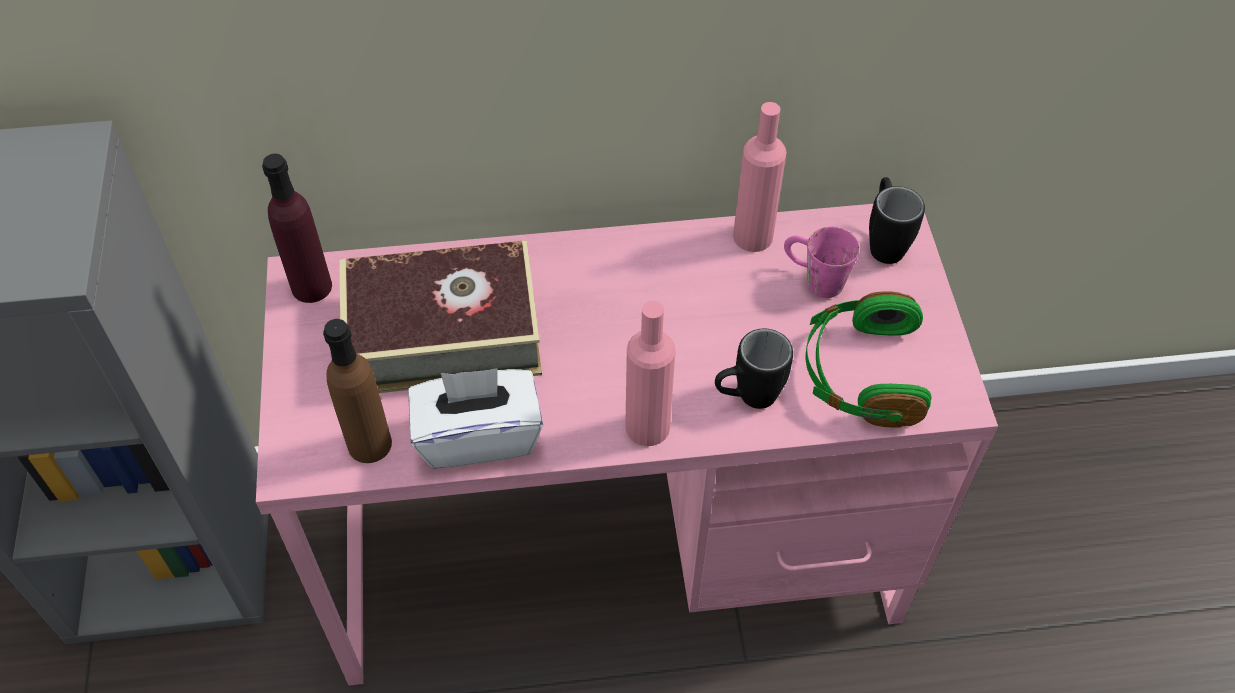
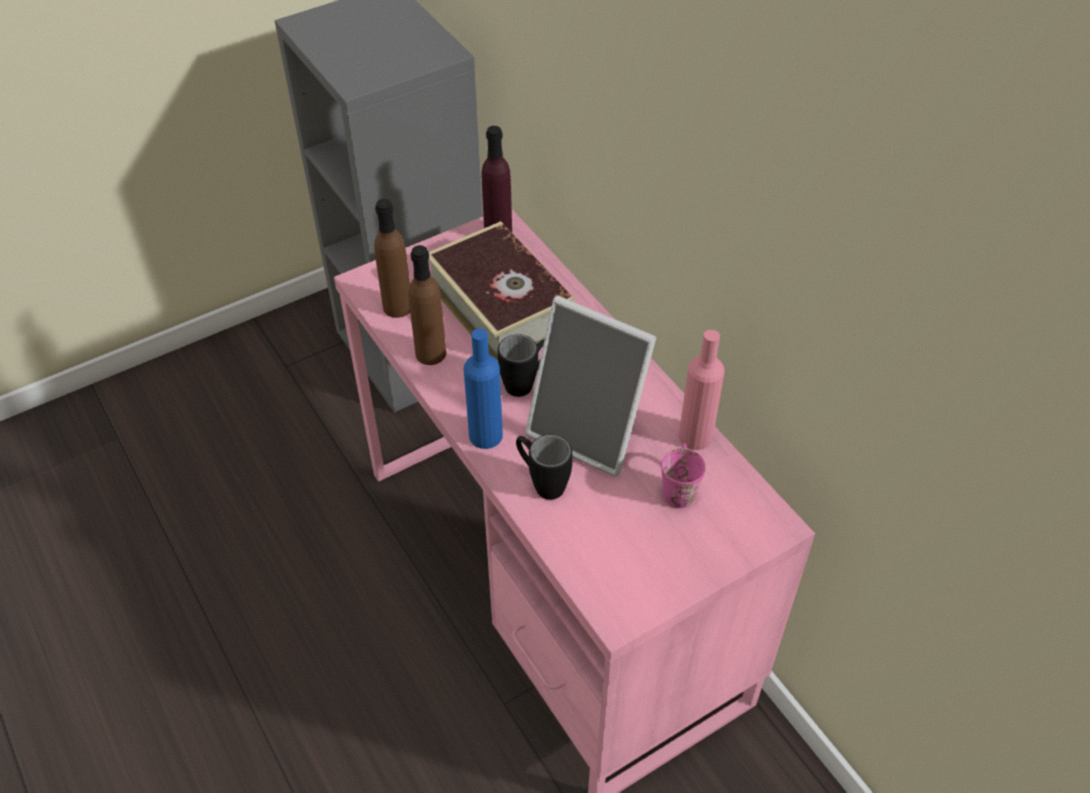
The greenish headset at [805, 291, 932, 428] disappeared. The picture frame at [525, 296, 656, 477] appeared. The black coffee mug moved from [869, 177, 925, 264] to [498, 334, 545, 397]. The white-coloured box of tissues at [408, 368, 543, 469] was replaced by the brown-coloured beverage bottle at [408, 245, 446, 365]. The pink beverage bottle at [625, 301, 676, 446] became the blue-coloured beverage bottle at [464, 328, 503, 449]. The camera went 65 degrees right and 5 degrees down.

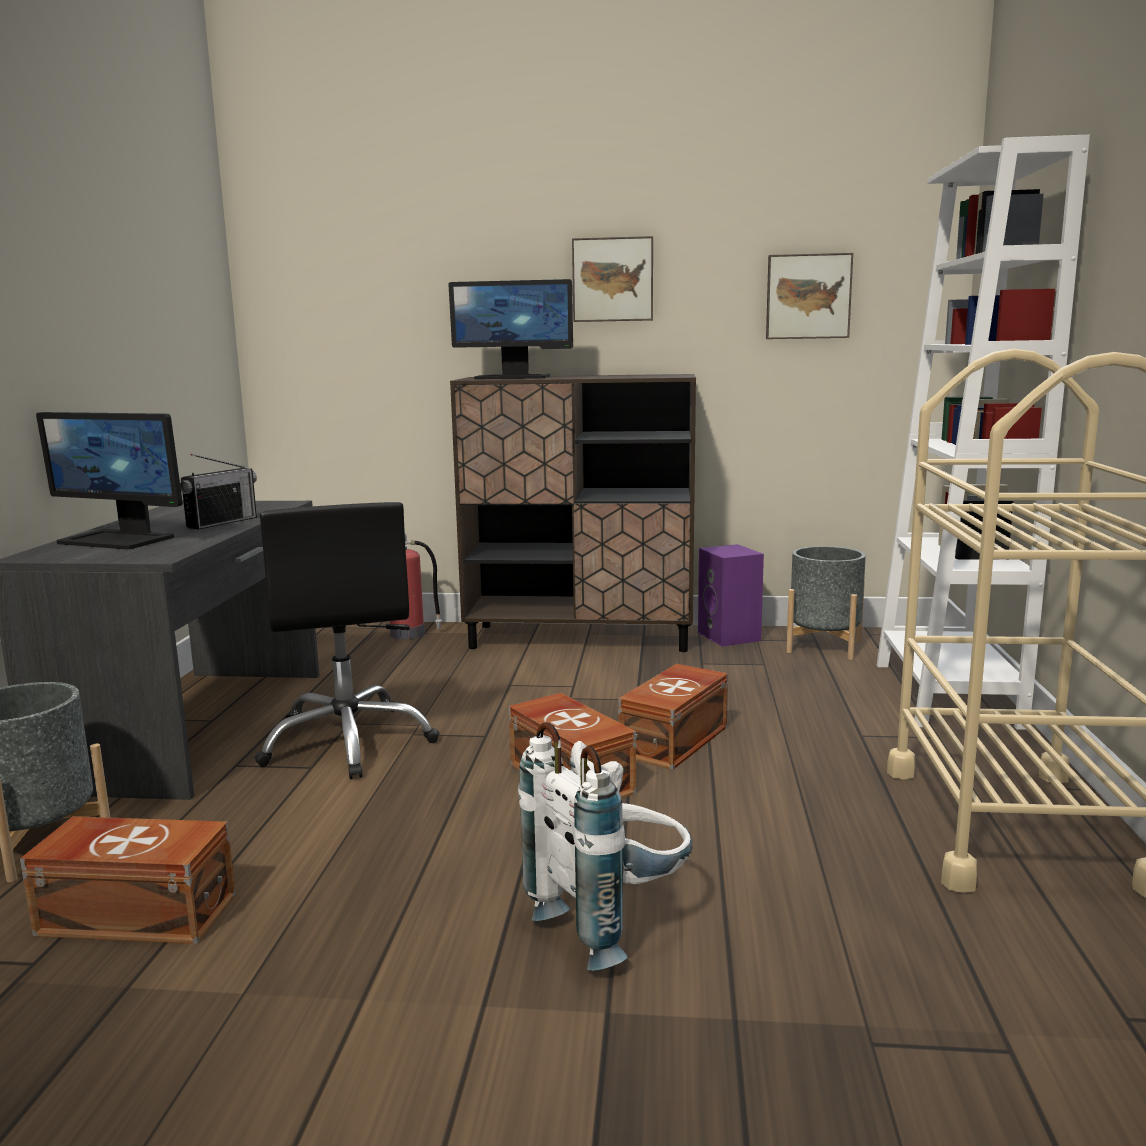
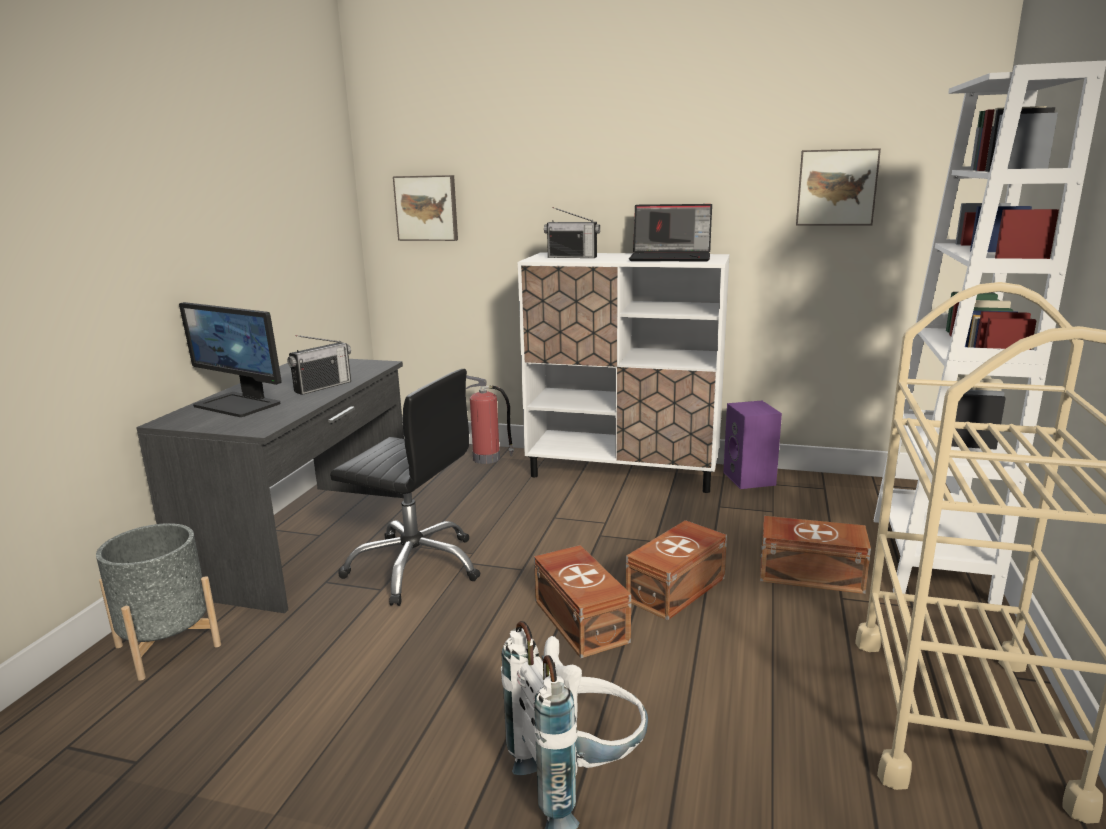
The greyish flower pot at [786, 546, 866, 660] disappeared. The laptop at [629, 204, 712, 261] appeared. The brown-coloured storage container moved from [20, 816, 236, 944] to [760, 516, 871, 594]. The wall art moved from [572, 236, 653, 322] to [393, 175, 458, 241]. The monitor at [448, 279, 573, 379] was replaced by the radio set at [544, 207, 600, 258]. The brown-coloured cupboard at [450, 374, 696, 652] became the white-coloured cupboard at [518, 253, 730, 493]. The black computer chair at [254, 502, 440, 779] turned 60 degrees counterclockwise. The camera went 10 degrees right and 5 degrees up.

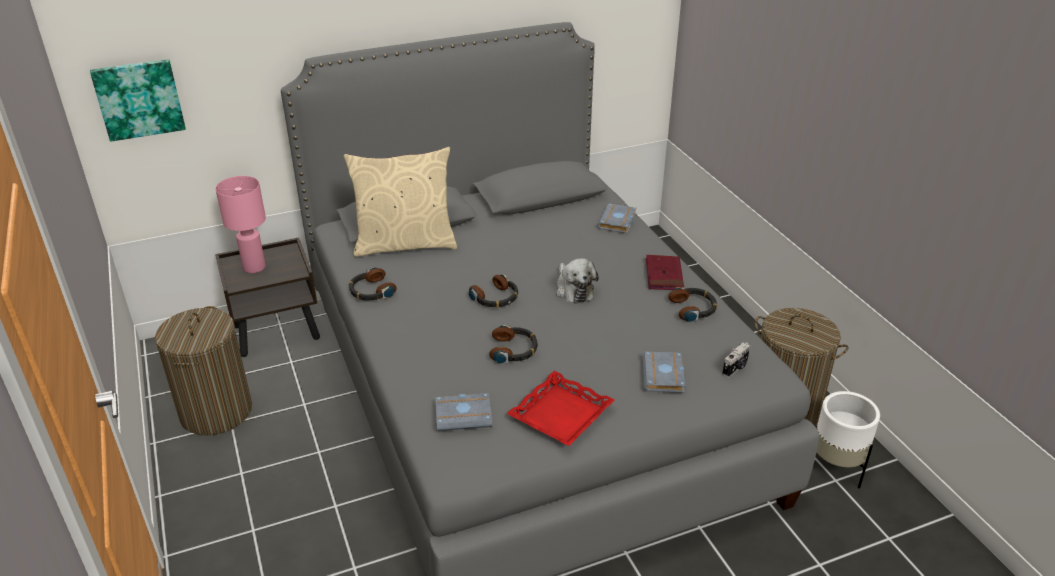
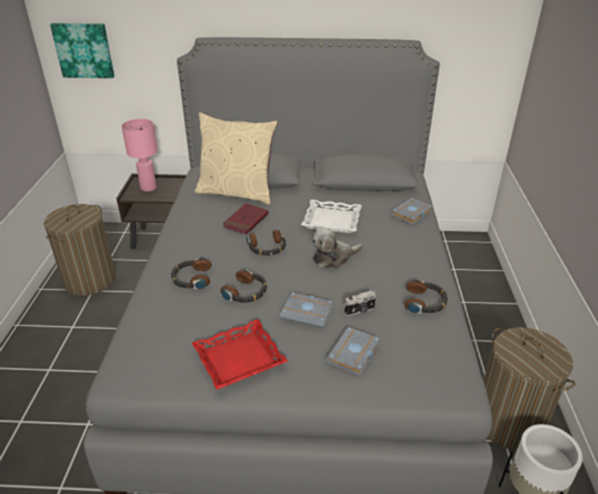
The white-coloured serving tray at [301, 199, 362, 233] appeared. The headset moved from [349, 267, 396, 301] to [171, 258, 212, 289]. The greyish book moved from [436, 393, 492, 431] to [280, 293, 333, 328]. The red book moved from [646, 255, 684, 290] to [223, 203, 269, 235]. The still camera moved from [722, 342, 750, 378] to [345, 291, 376, 316]. The cuddly toy at [556, 258, 599, 304] turned 60 degrees clockwise. The camera went 25 degrees right and 0 degrees up.

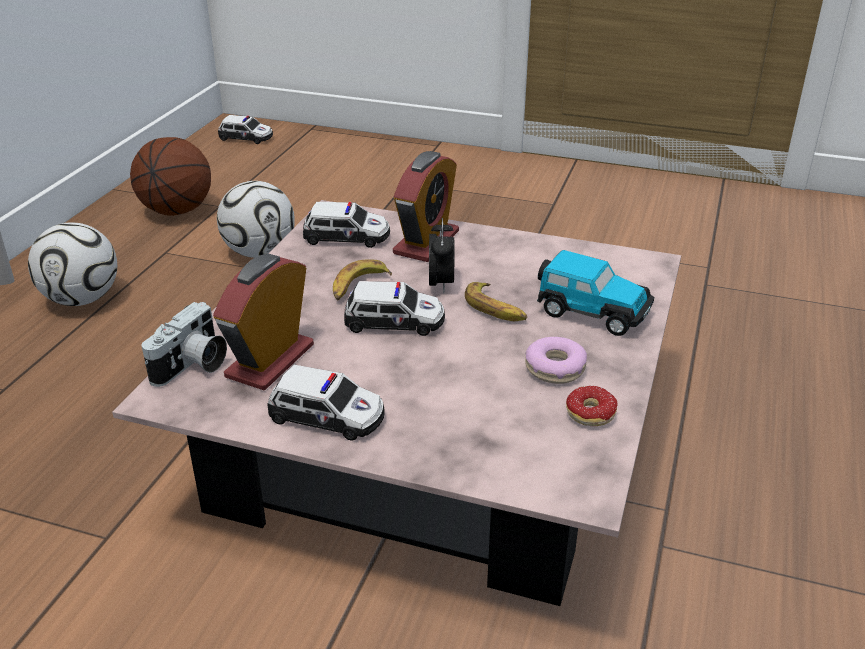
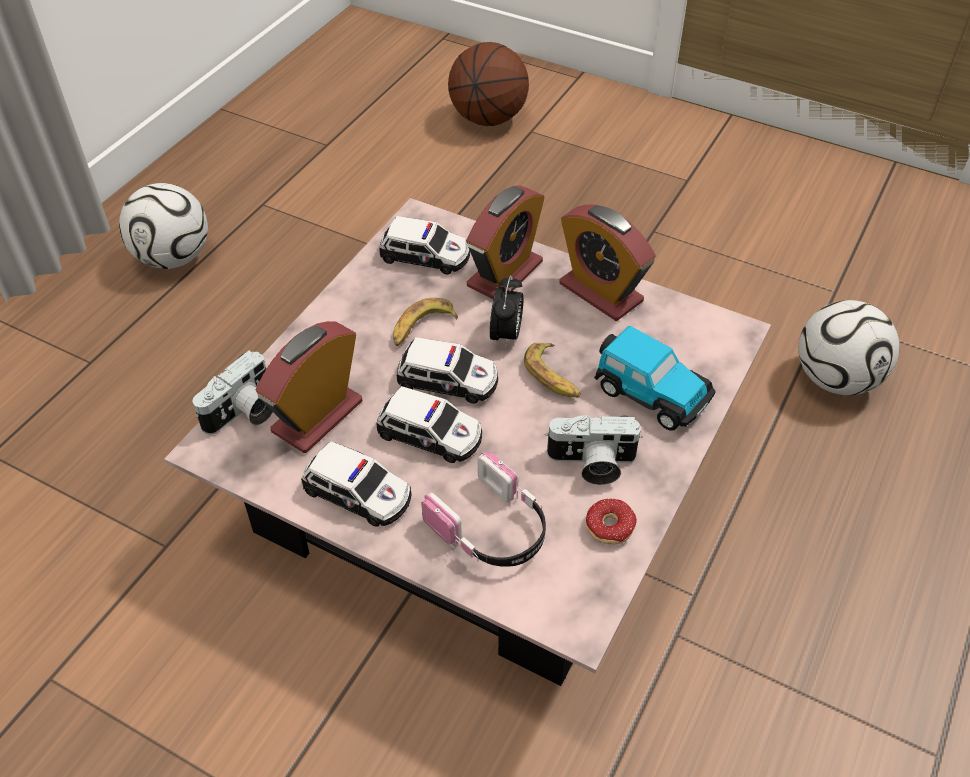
The headset at [421, 452, 546, 567] appeared. The bedside clock at [559, 204, 656, 321] appeared. The basketball ball moved from [130, 137, 211, 216] to [448, 42, 529, 126]. The football ball moved from [217, 181, 295, 258] to [798, 300, 900, 395]. The toy car moved from [218, 115, 273, 144] to [376, 386, 482, 463]. The ring doughnut at [525, 337, 587, 384] was replaced by the still camera at [545, 415, 643, 485]. The camera went 10 degrees right and 15 degrees up.

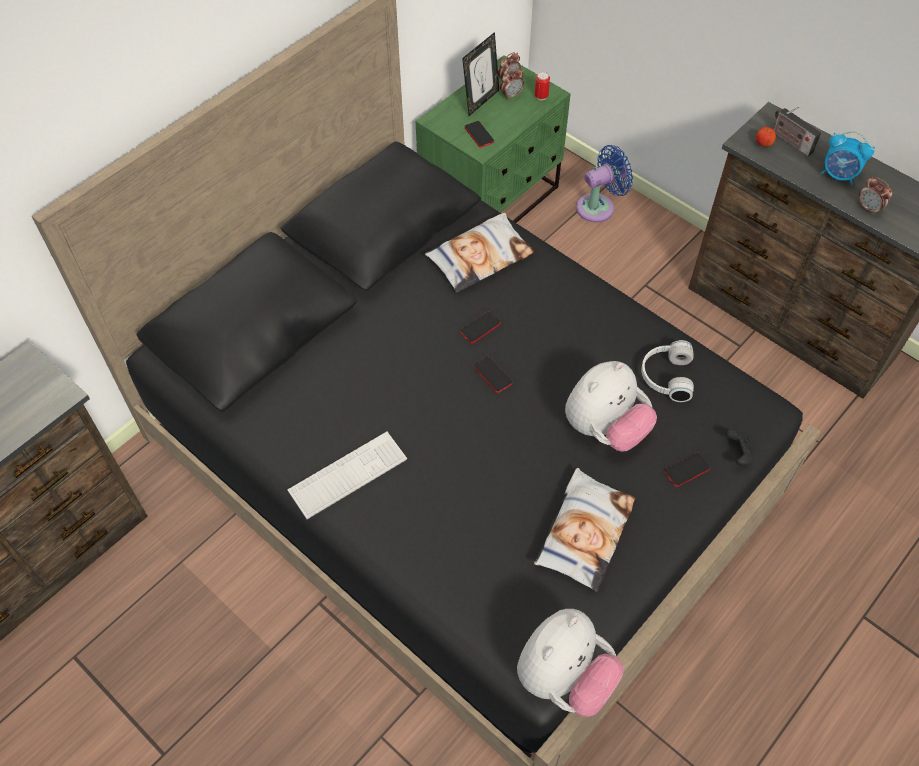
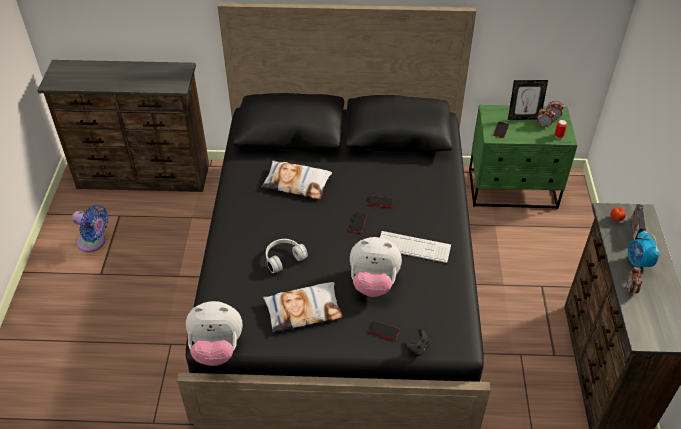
The PC keyboard moved from [287, 432, 407, 519] to [380, 231, 451, 263]. The pillow moved from [425, 213, 534, 292] to [262, 160, 332, 199]. The blue-coloured electric fan moved from [576, 145, 633, 223] to [72, 205, 108, 252]. The white-coloured headset moved from [641, 340, 694, 402] to [266, 239, 308, 273]. The camera went 50 degrees right and 10 degrees down.

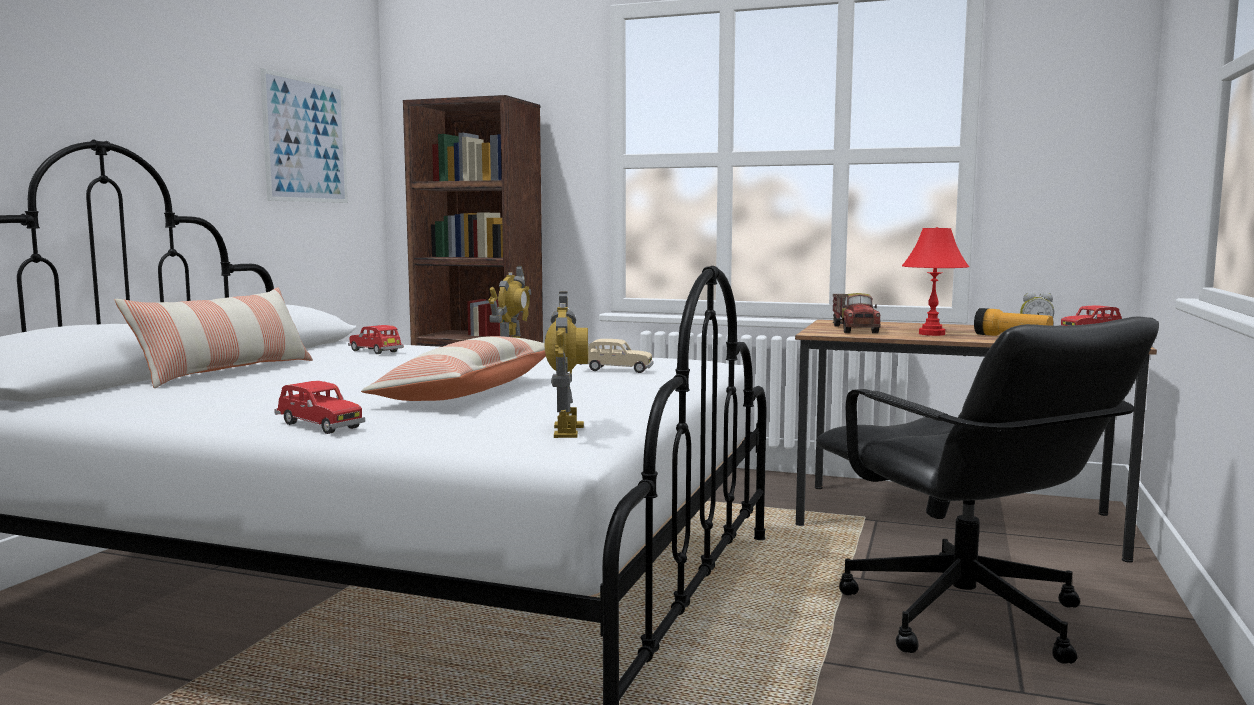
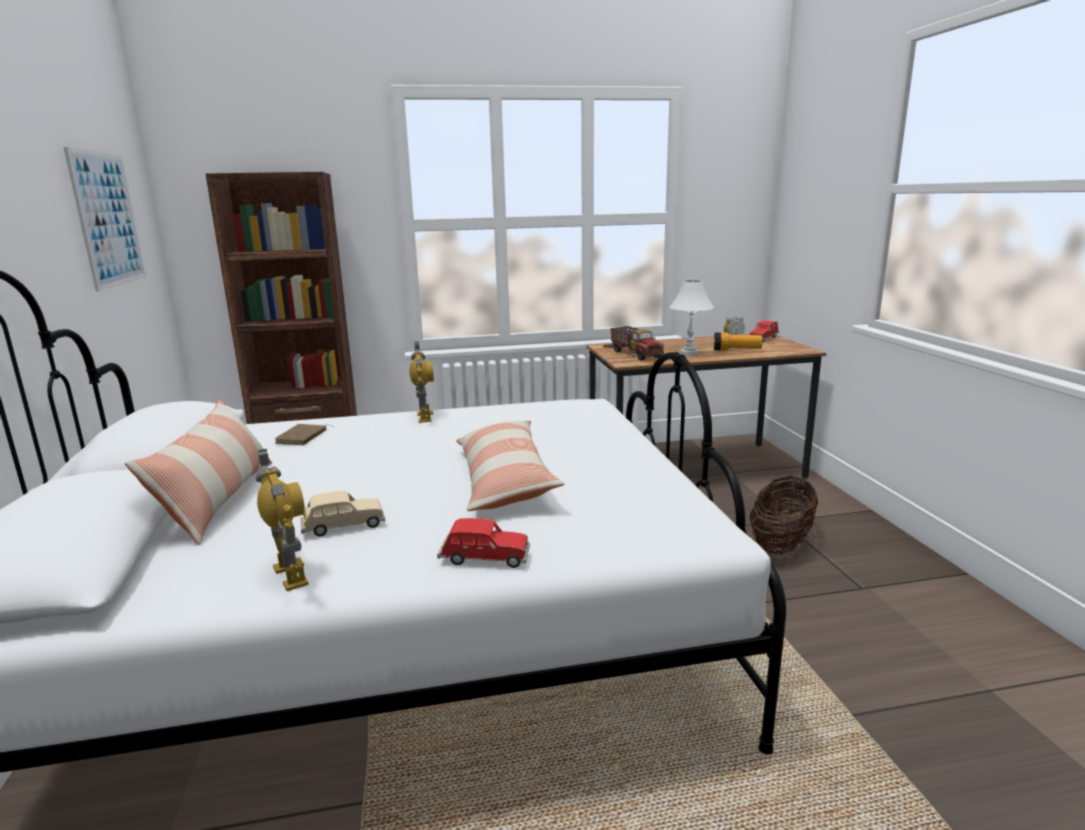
The robot figure moved from [545, 292, 588, 438] to [256, 449, 309, 591]. The beige toy car moved from [579, 339, 654, 373] to [300, 491, 385, 537]. The red toy car at [348, 325, 404, 354] was replaced by the brown-coloured book at [275, 424, 334, 445]. The black computer chair at [816, 317, 1159, 664] was replaced by the storage basket at [750, 476, 818, 555]. The red lamp for a table at [902, 227, 969, 336] became the white-coloured lamp for a table at [669, 280, 714, 356]. The camera went 30 degrees left and 10 degrees up.

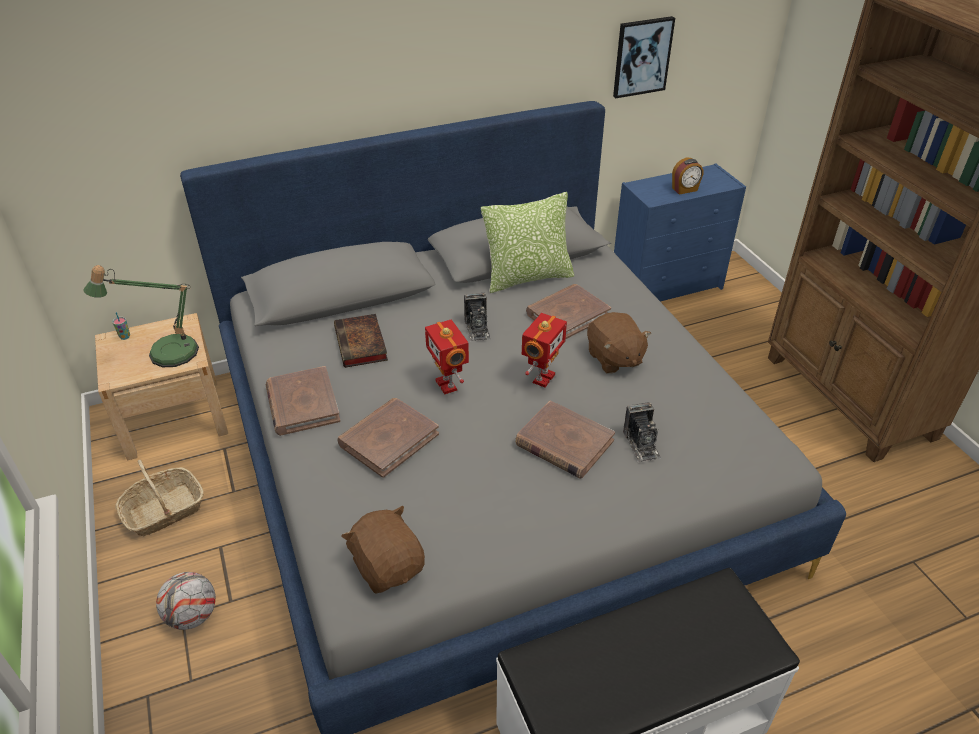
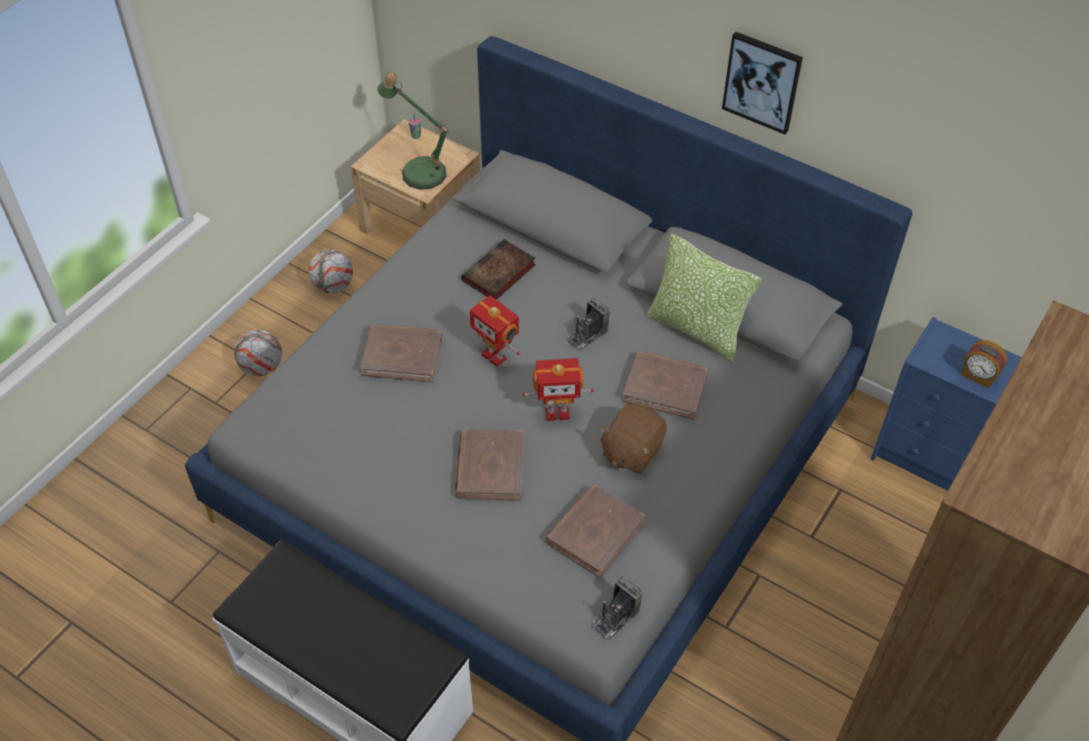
The brown-coloured cuddly toy at [341, 506, 425, 594] disappeared. The brown-coloured book moved from [266, 366, 341, 436] to [545, 485, 645, 578]. The wall art moved from [613, 16, 675, 98] to [722, 32, 803, 134]. The still camera moved from [623, 402, 661, 463] to [589, 577, 643, 641]. The storage basket at [115, 460, 204, 536] was replaced by the football ball at [309, 249, 353, 293]. The robot figure at [425, 320, 469, 395] turned 75 degrees counterclockwise. The camera went 55 degrees right and 10 degrees up.

